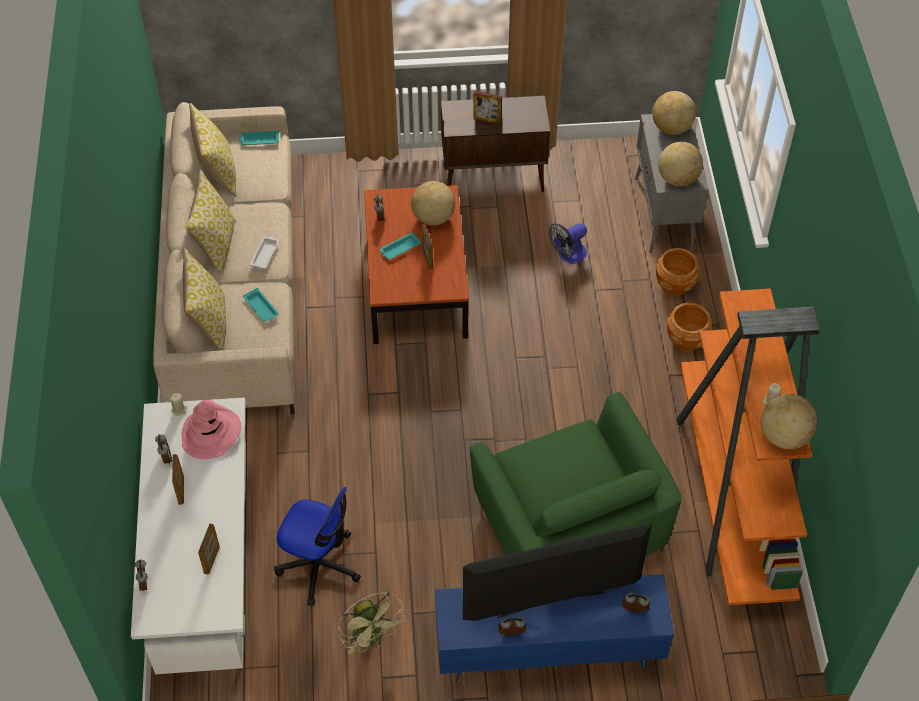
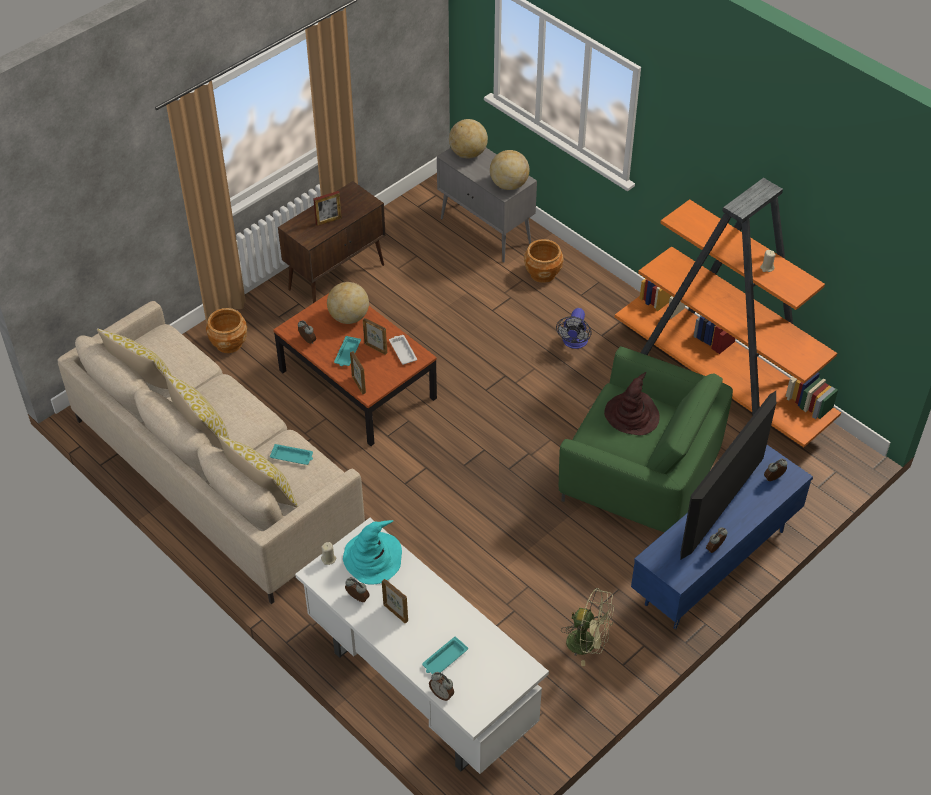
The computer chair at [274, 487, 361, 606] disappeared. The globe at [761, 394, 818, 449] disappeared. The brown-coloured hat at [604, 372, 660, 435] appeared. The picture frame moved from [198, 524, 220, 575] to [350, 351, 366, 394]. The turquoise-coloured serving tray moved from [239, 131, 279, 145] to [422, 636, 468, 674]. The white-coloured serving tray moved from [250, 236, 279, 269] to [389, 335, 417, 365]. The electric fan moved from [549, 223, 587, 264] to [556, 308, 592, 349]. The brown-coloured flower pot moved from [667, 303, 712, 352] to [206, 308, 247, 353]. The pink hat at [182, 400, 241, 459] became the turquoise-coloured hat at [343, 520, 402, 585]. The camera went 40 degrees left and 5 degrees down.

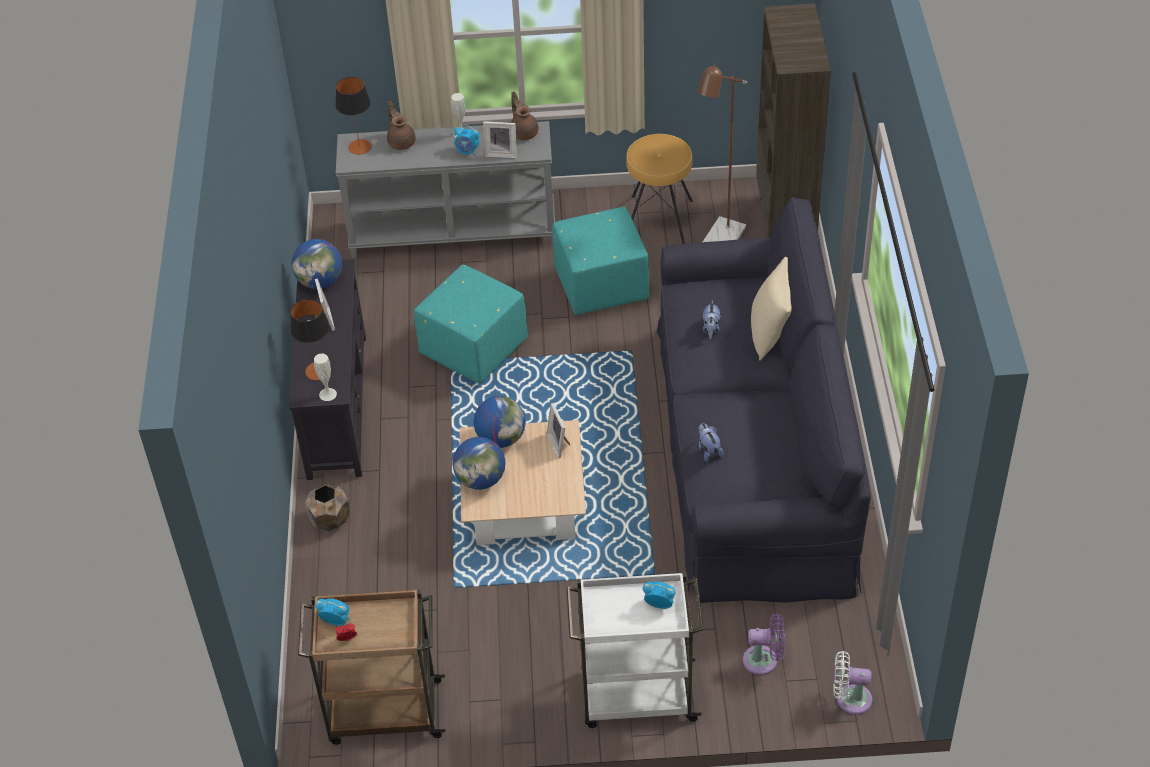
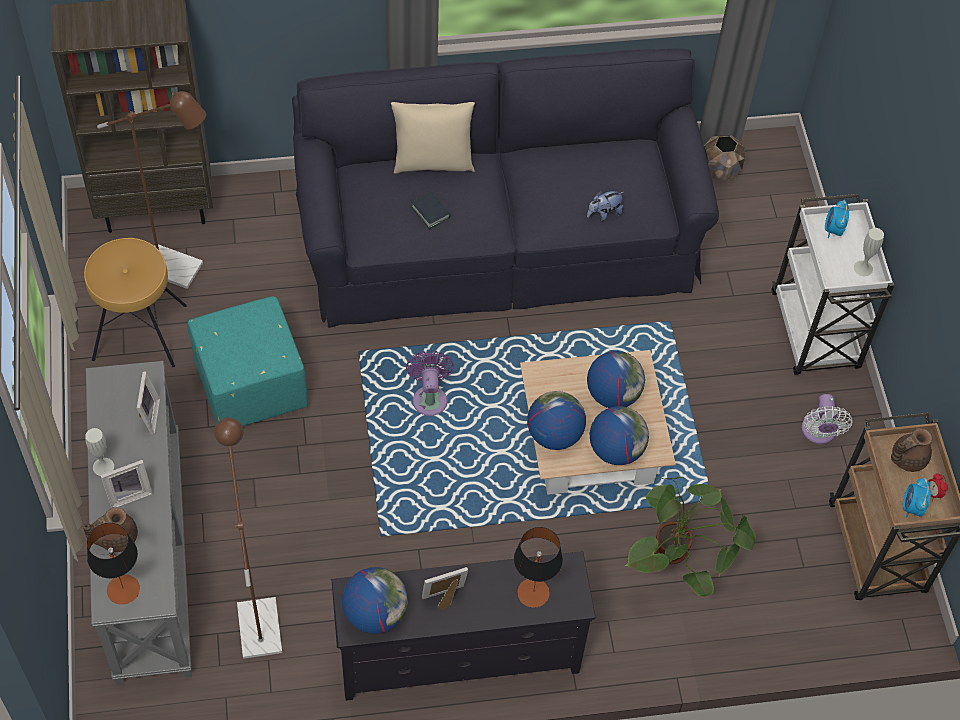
The turquoise-coloured pouffe at [414, 265, 528, 384] disappeared. The bedside clock at [454, 125, 479, 156] disappeared. The brown-coloured standard lamp at [214, 417, 282, 659] appeared. The globe at [587, 351, 645, 408] appeared. The potted plant at [625, 477, 756, 597] appeared. The brown-coloured flower pot moved from [305, 484, 350, 531] to [704, 135, 745, 180]. The white-coloured vase moved from [314, 353, 337, 401] to [854, 228, 884, 276]. The brown-coloured tea pot moved from [511, 91, 538, 140] to [891, 428, 932, 472]. The picture frame moved from [547, 403, 570, 458] to [100, 460, 153, 508]. The purple-coloured electric fan moved from [743, 613, 785, 675] to [406, 351, 454, 416]. The white-coloured electric fan moved from [833, 651, 872, 715] to [801, 394, 853, 444]. The cuddly toy at [702, 300, 721, 339] was replaced by the book at [411, 191, 451, 229]. The camera went 100 degrees left and 10 degrees up.

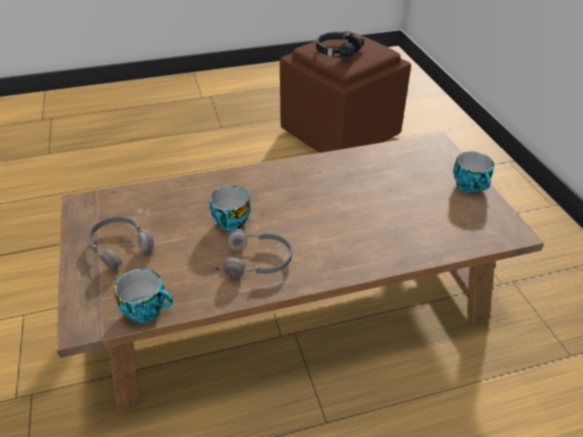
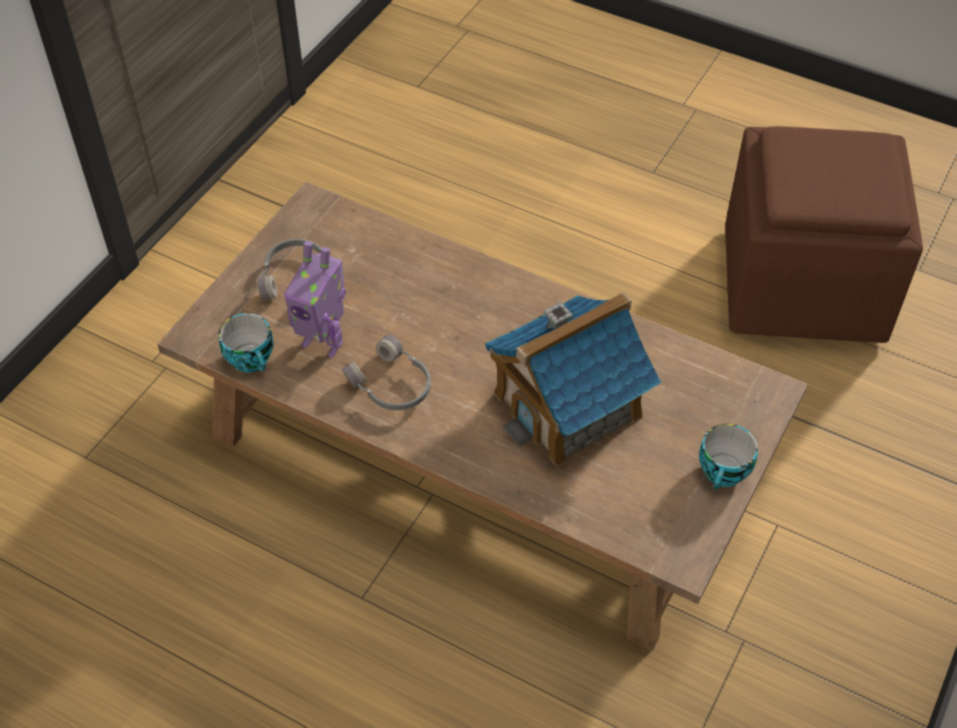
The small cup at [210, 186, 251, 231] disappeared. The black headset at [316, 32, 364, 59] disappeared. The robot figure at [284, 241, 346, 358] appeared. The model house at [485, 292, 662, 467] appeared. The camera went 45 degrees right and 10 degrees up.

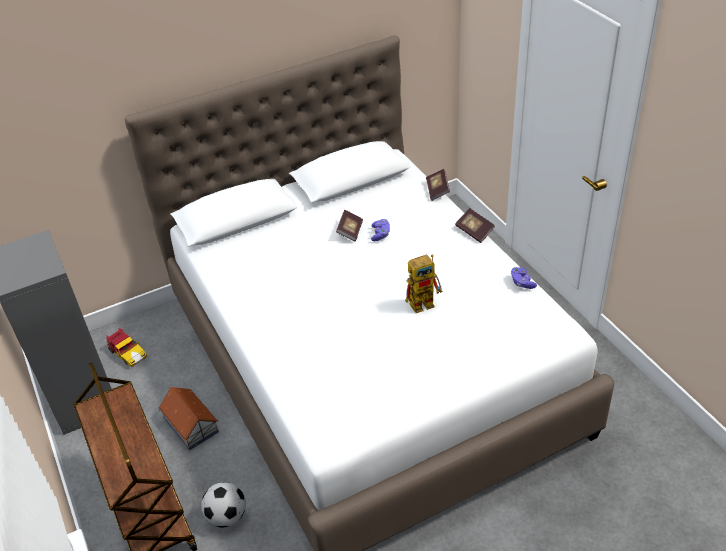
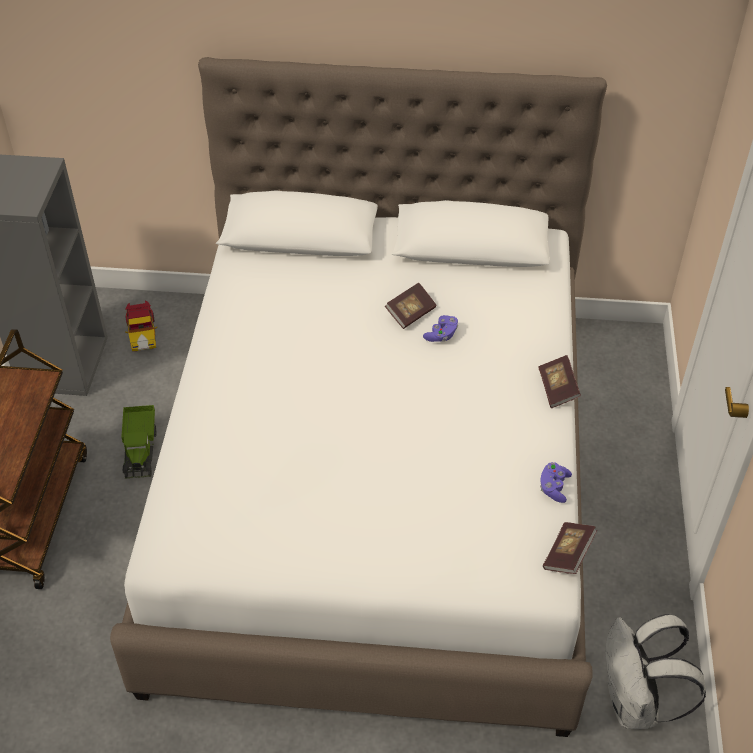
The football ball at [201, 482, 246, 528] disappeared. The robot figure at [405, 254, 442, 313] disappeared. The white-coloured backpack at [605, 614, 706, 729] appeared. The book moved from [426, 169, 450, 201] to [543, 522, 597, 574]. The model house at [159, 387, 219, 450] was replaced by the toy lorry at [121, 405, 156, 479]. The camera went 30 degrees right and 5 degrees up.

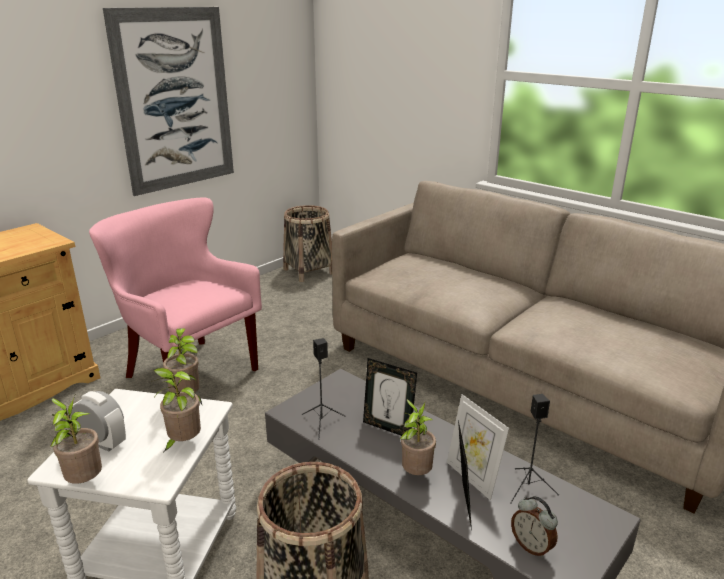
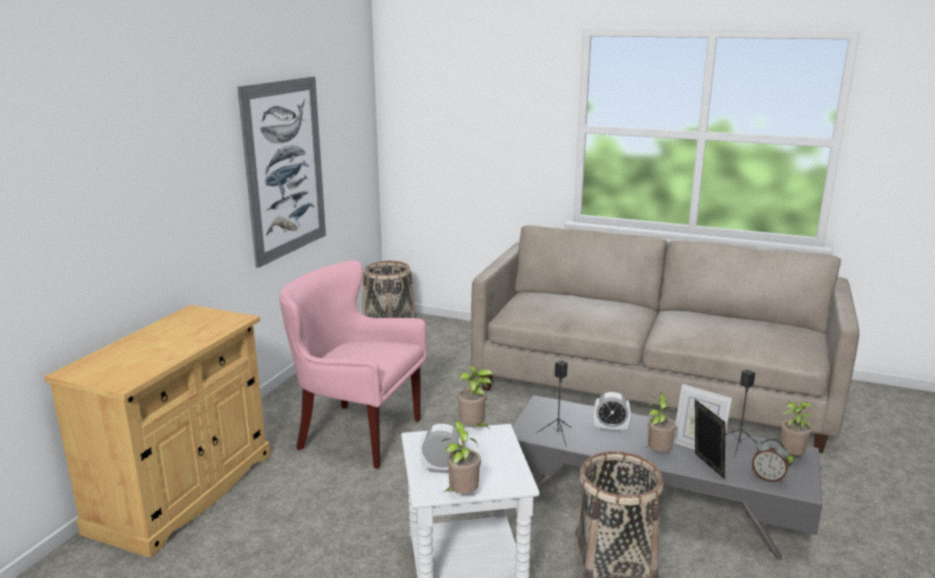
The potted plant moved from [151, 368, 201, 452] to [780, 402, 814, 465]. The picture frame at [363, 358, 417, 436] was replaced by the bedside clock at [594, 392, 631, 433]. The camera went 20 degrees left and 5 degrees down.

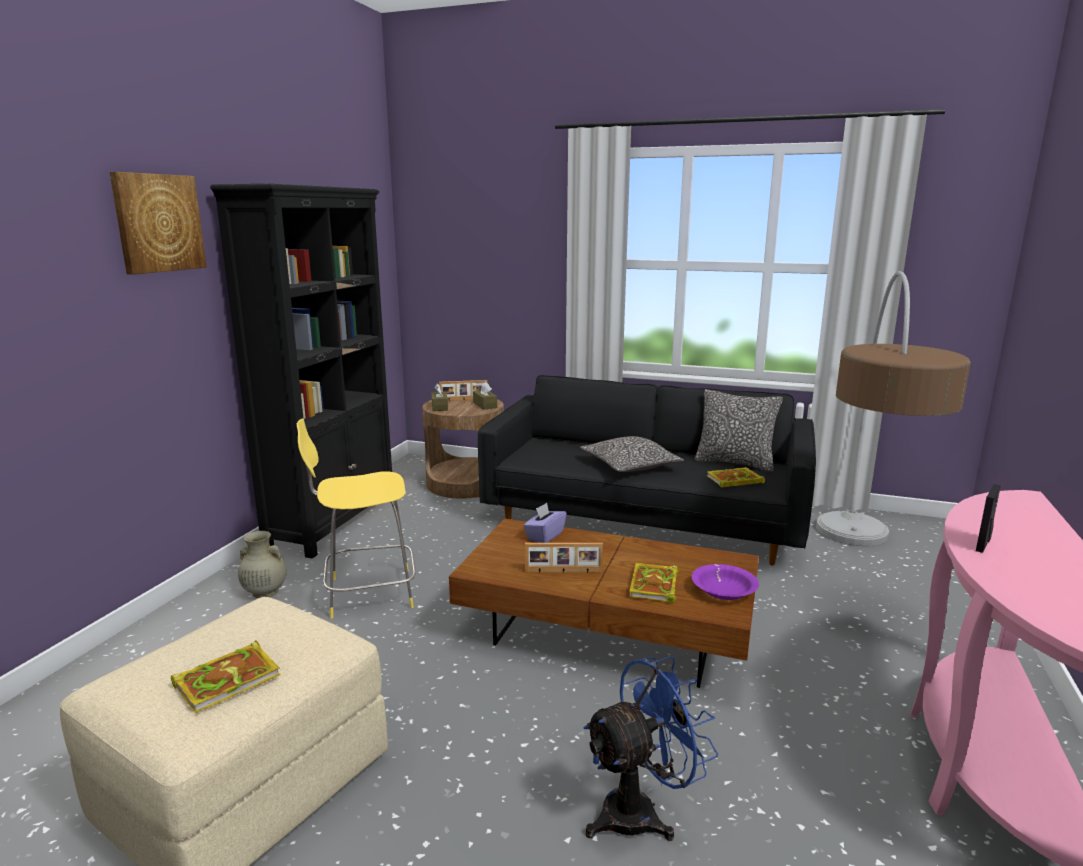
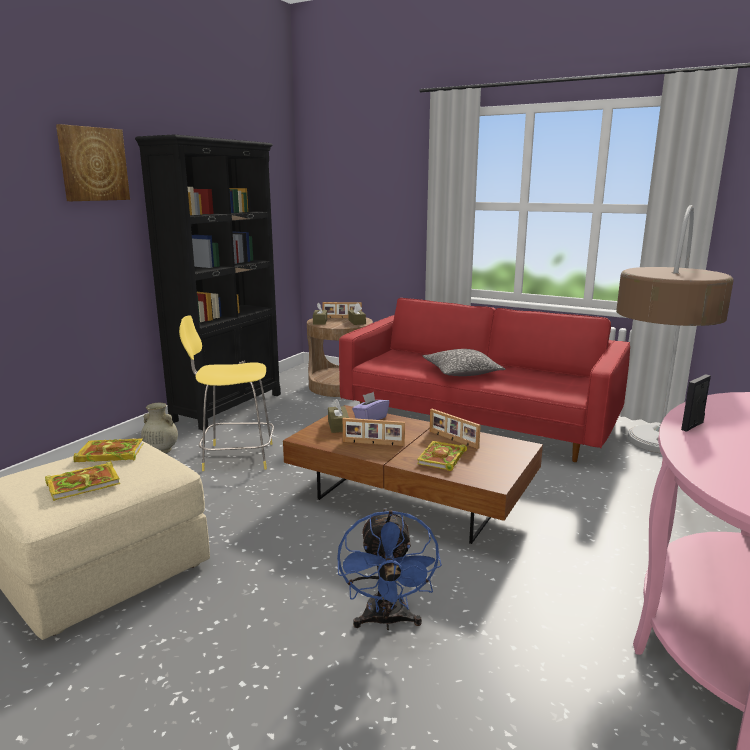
The purple-coloured bowl at [692, 564, 759, 600] disappeared. The pillow at [694, 389, 783, 472] disappeared. The brown-coloured box of tissues at [328, 399, 349, 433] appeared. The picture frame at [430, 409, 481, 449] appeared. The book moved from [707, 467, 765, 487] to [73, 438, 143, 462]. The black couch at [478, 375, 816, 565] became the red couch at [339, 298, 630, 462]. The blue-coloured electric fan at [583, 656, 718, 841] turned 105 degrees clockwise. The camera went 10 degrees right and 0 degrees up.

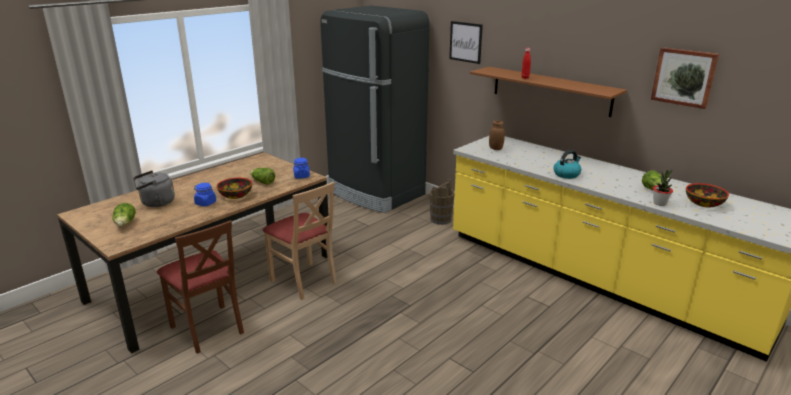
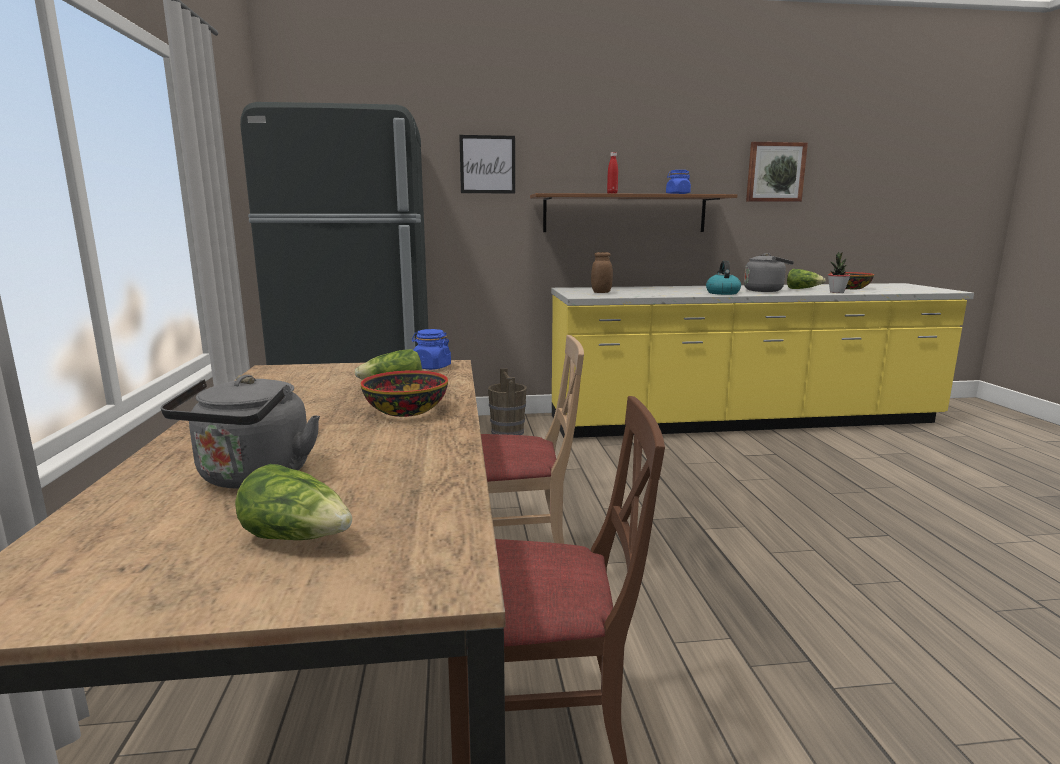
The greyish water kettle at [744, 253, 794, 292] appeared. The blue-coloured storage jar moved from [194, 183, 216, 206] to [666, 170, 691, 194]. The camera went 50 degrees left and 10 degrees down.

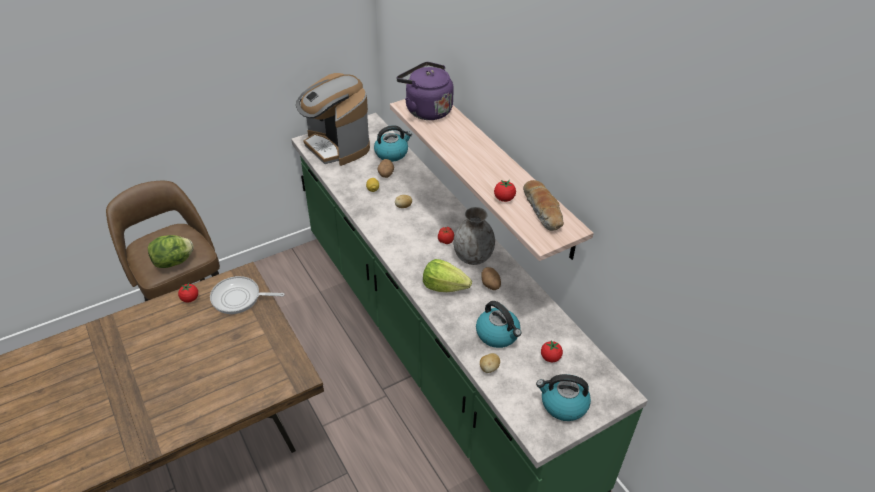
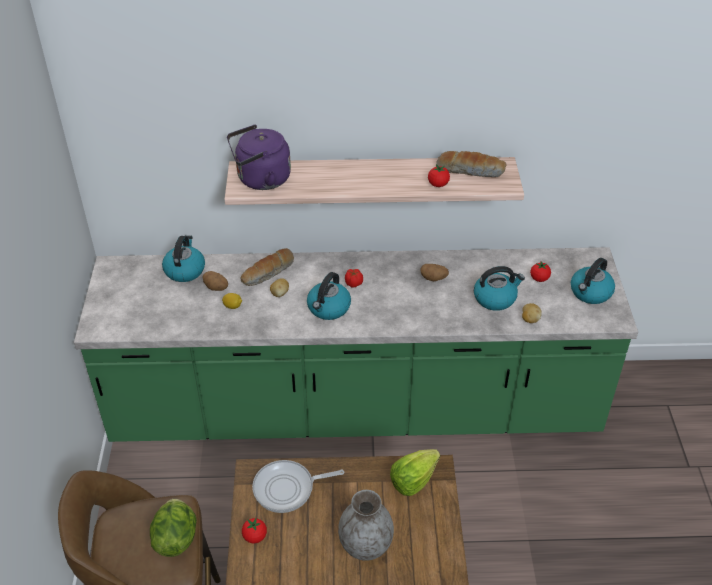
The coffee brewer at [296, 73, 370, 166] disappeared. The bread at [241, 248, 294, 286] appeared. The water kettle at [307, 272, 351, 320] appeared. The lettuce moved from [423, 259, 472, 292] to [390, 449, 440, 496]. The greyish vase moved from [453, 207, 495, 265] to [338, 490, 394, 561]. The skillet at [210, 276, 285, 314] turned 45 degrees clockwise. The camera went 60 degrees left and 0 degrees up.

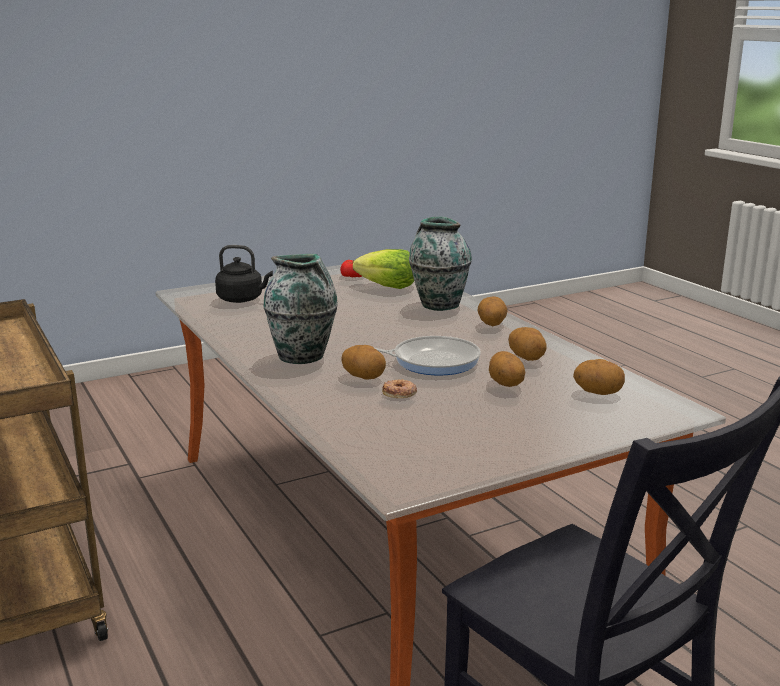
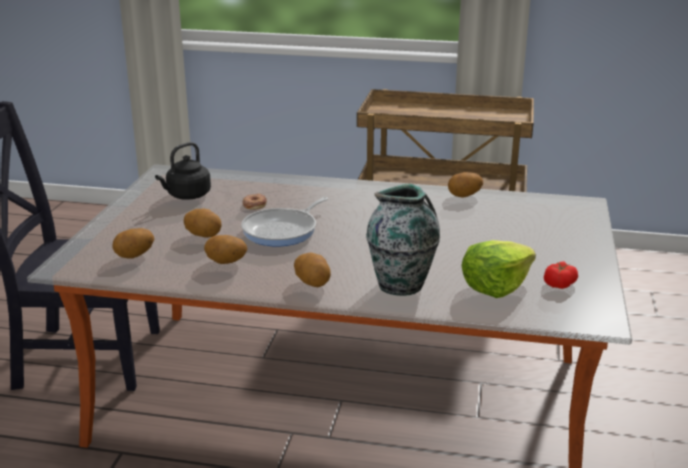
The vase at [263, 254, 338, 364] disappeared. The black water kettle moved from [215, 245, 273, 303] to [155, 142, 211, 200]. The potato moved from [341, 345, 386, 380] to [448, 172, 483, 198]. The camera went 130 degrees right and 5 degrees up.

